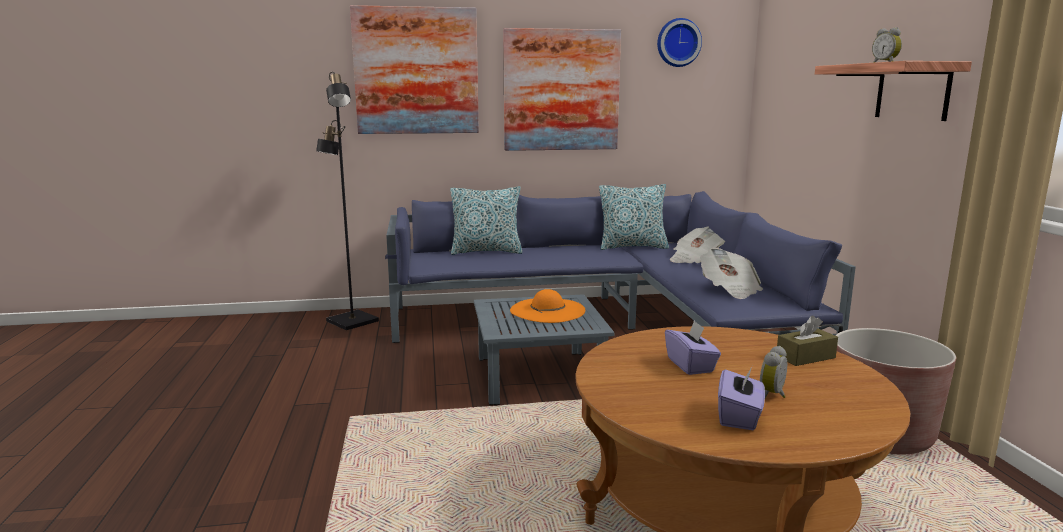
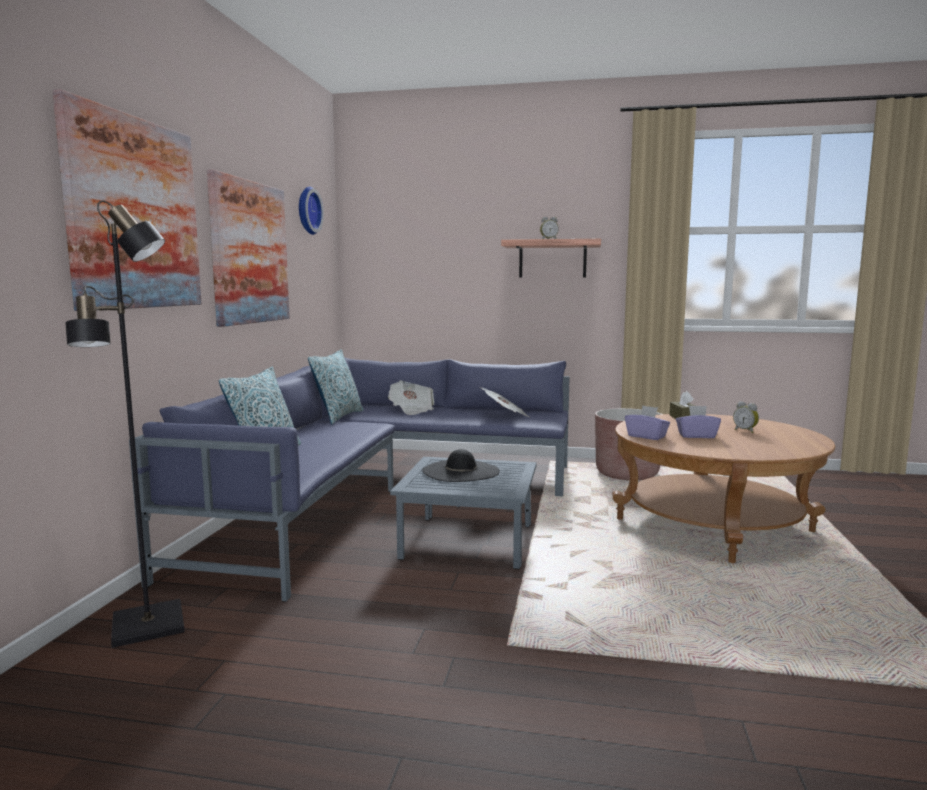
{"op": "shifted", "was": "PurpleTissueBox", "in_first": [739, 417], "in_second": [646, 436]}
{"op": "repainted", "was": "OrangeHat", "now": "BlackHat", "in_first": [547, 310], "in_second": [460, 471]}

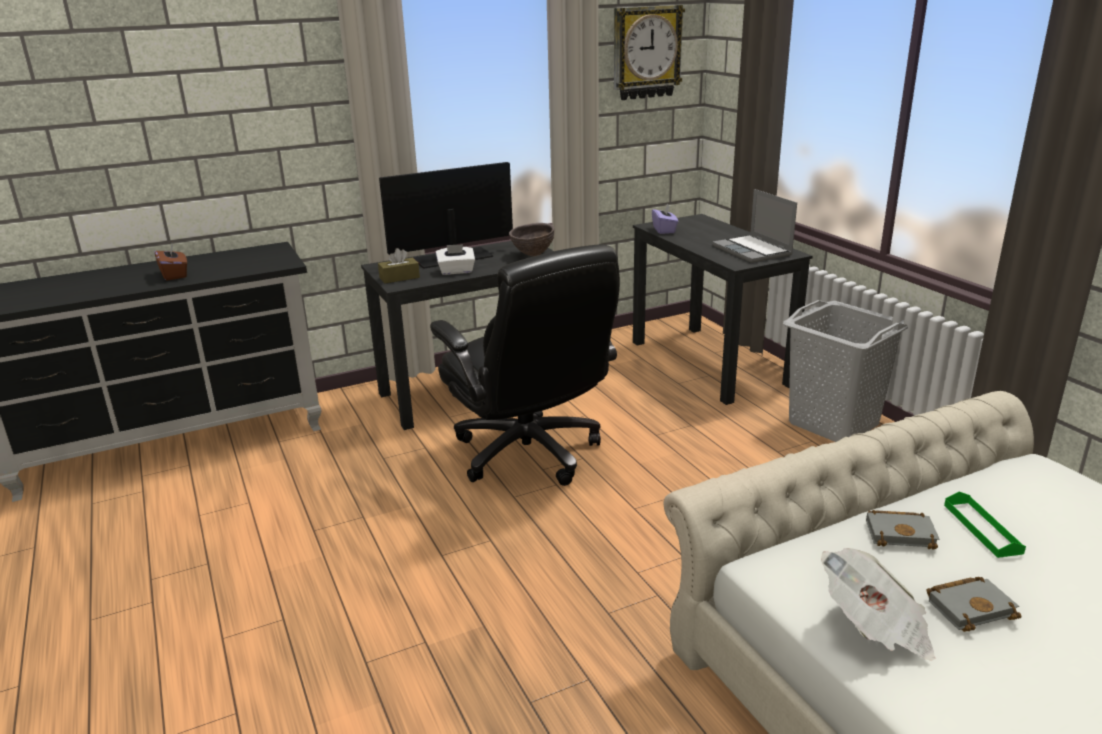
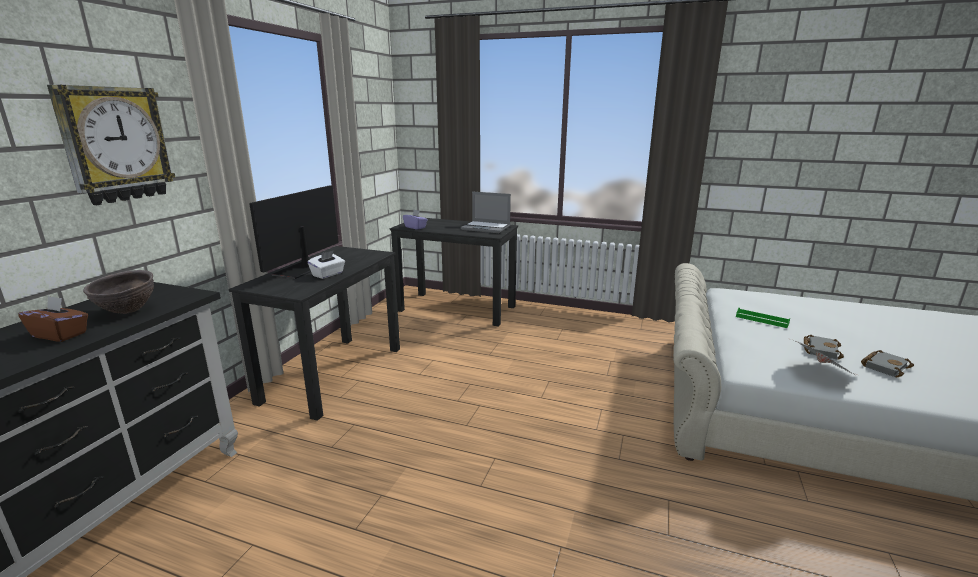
{"op": "gone", "was": "BrownTissueBox", "in_first": [399, 278]}
{"op": "gone", "was": "BlackOfficeChair", "in_first": [529, 457]}
{"op": "gone", "was": "GreyLaundryBasket", "in_first": [833, 423]}
{"op": "shifted", "was": "BrownBowl", "in_first": [533, 255], "in_second": [127, 312]}
{"op": "shifted", "was": "WallClock", "in_first": [646, 52], "in_second": [115, 144]}
{"op": "shifted", "was": "GreyBook", "in_first": [901, 533], "in_second": [884, 366]}

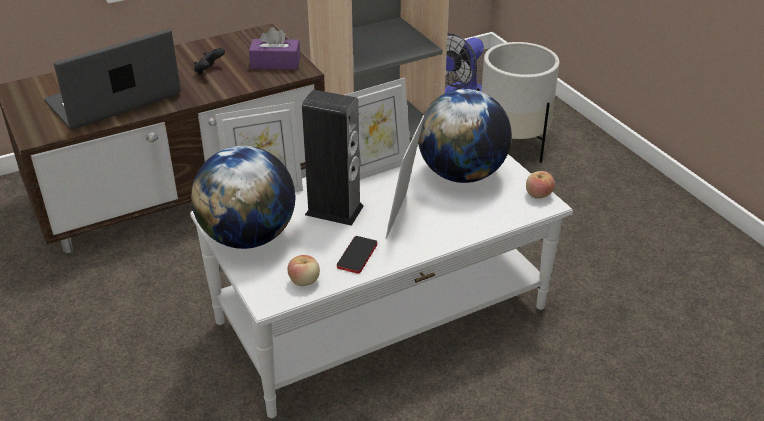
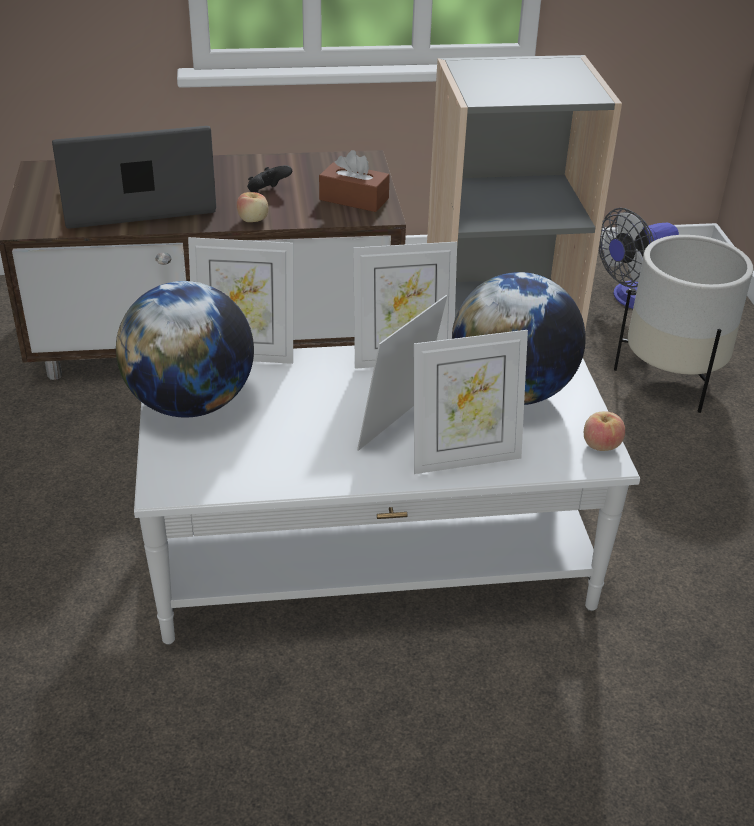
{"op": "gone", "was": "Speaker", "in_first": [334, 210]}
{"op": "gone", "was": "Phone", "in_first": [357, 255]}
{"op": "new", "now": "PictureFrame", "in_second": [464, 458]}
{"op": "shifted", "was": "Apple", "in_first": [304, 281], "in_second": [253, 220]}
{"op": "repainted", "was": "PurpleTissueBox", "now": "BrownTissueBox", "in_first": [275, 63], "in_second": [354, 199]}

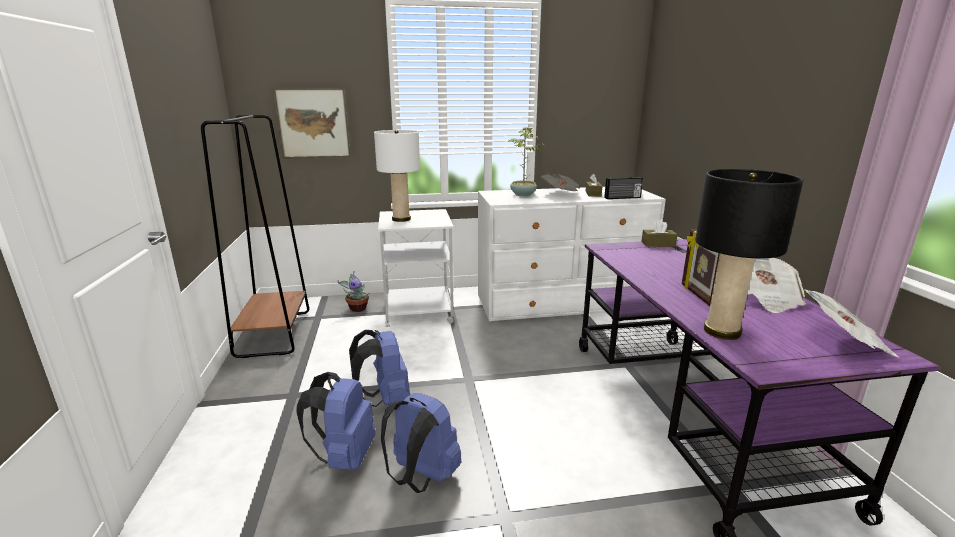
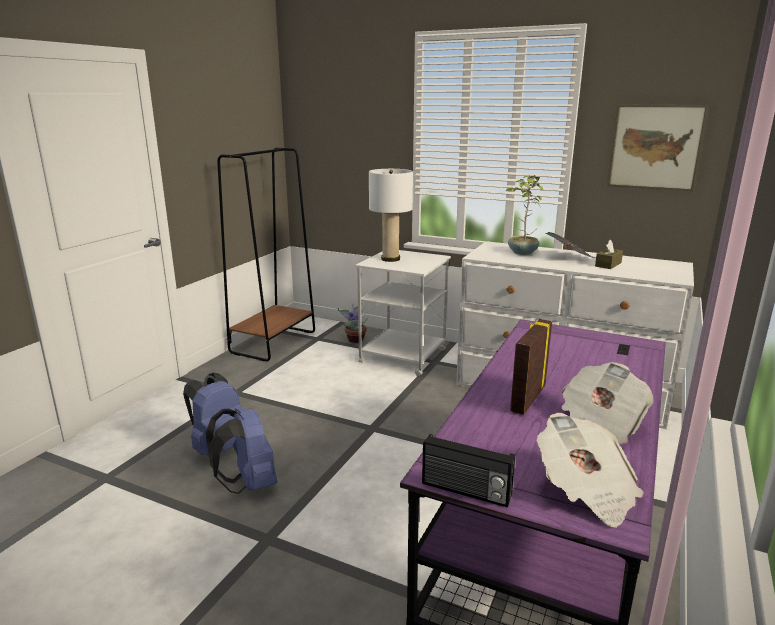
{"op": "gone", "was": "BlueBackpack", "in_first": [385, 399]}
{"op": "gone", "was": "BrownTissueBox", "in_first": [658, 244]}
{"op": "gone", "was": "BlackTableLamp", "in_first": [722, 331]}
{"op": "shifted", "was": "Picture", "in_first": [313, 123], "in_second": [655, 147]}
{"op": "shifted", "was": "Radio", "in_first": [622, 198], "in_second": [465, 491]}

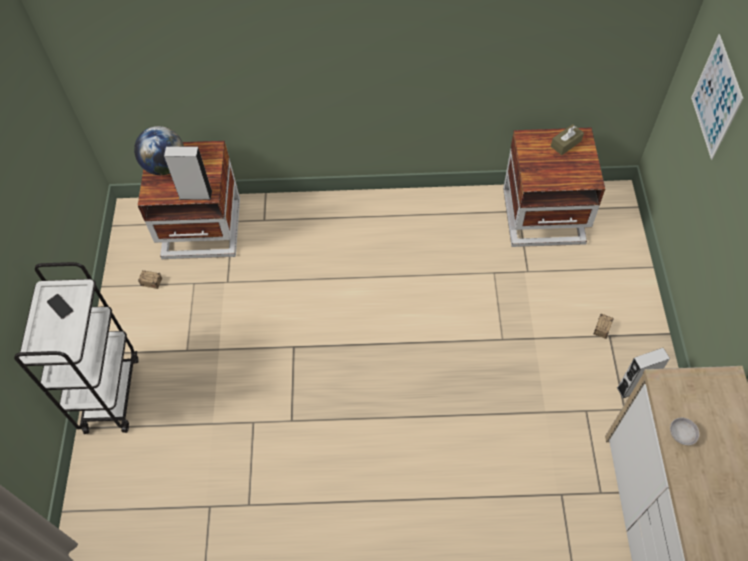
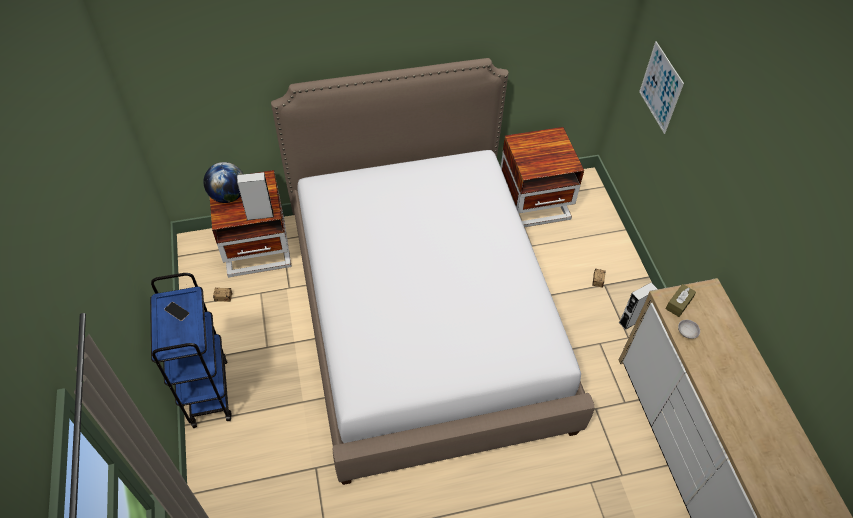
{"op": "new", "now": "Bed", "in_second": [424, 317]}
{"op": "shifted", "was": "BrownTissueBox", "in_first": [566, 143], "in_second": [678, 303]}
{"op": "repainted", "was": "WhiteCart", "now": "BlueCart", "in_first": [110, 394], "in_second": [208, 392]}

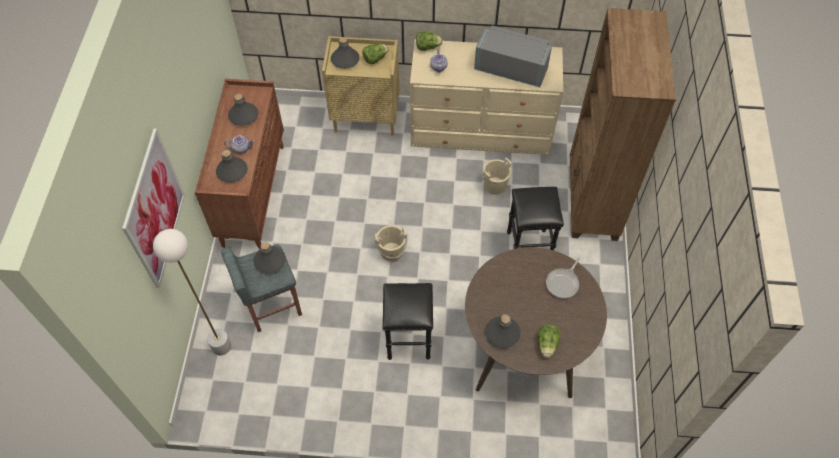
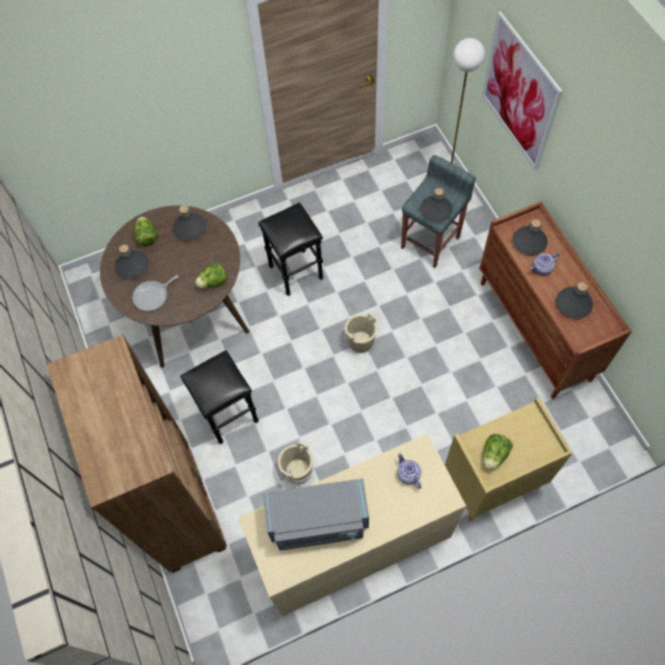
{"op": "shifted", "was": "GreyBottle", "in_first": [345, 60], "in_second": [132, 266]}
{"op": "shifted", "was": "Lettuce", "in_first": [427, 47], "in_second": [213, 282]}
{"op": "rotated", "was": "FryingPan", "in_first": [563, 283], "in_second": [152, 296], "clockwise": -135}

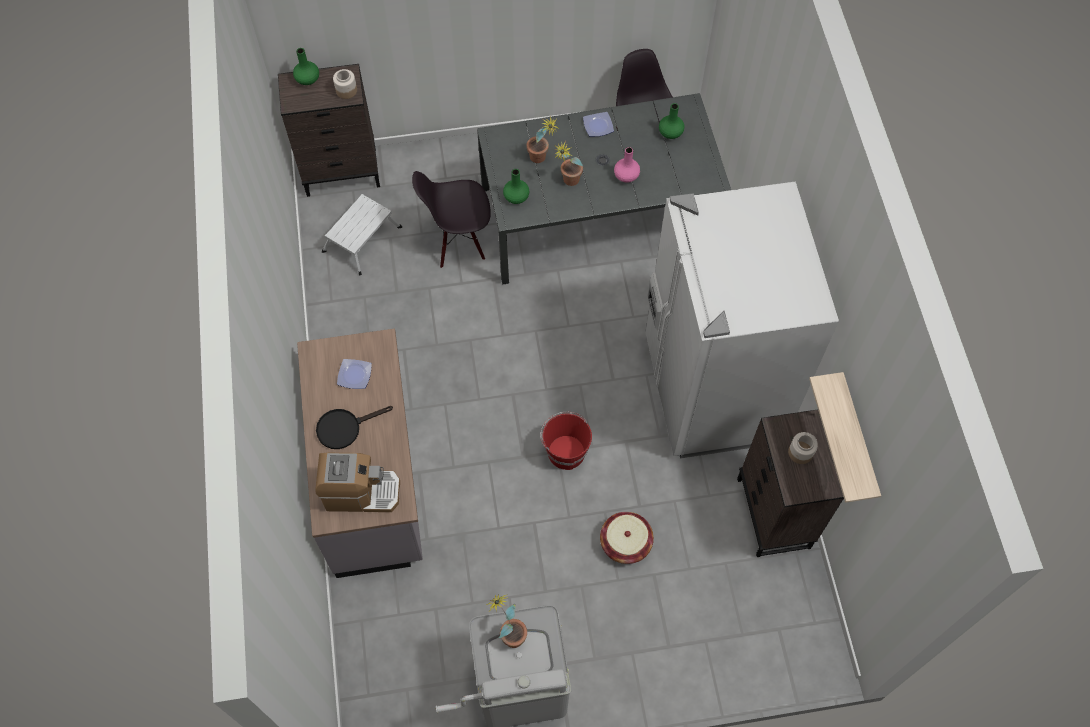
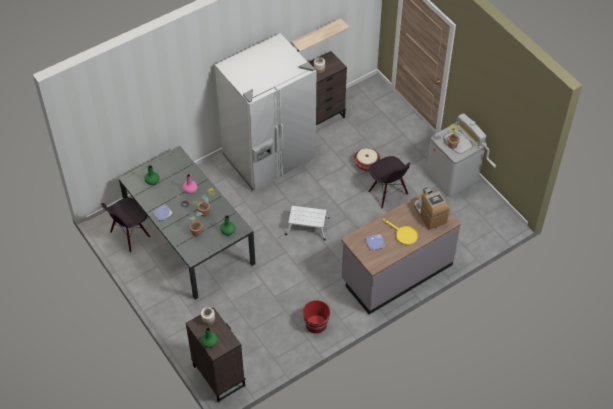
{"op": "shifted", "was": "WhiteStepLadder", "in_first": [362, 239], "in_second": [307, 226]}
{"op": "shifted", "was": "BlackChair", "in_first": [458, 241], "in_second": [387, 193]}
{"op": "shifted", "was": "RedBucket", "in_first": [565, 451], "in_second": [316, 324]}
{"op": "repainted", "was": "BlackFryingPan", "now": "YellowFryingPan", "in_first": [344, 427], "in_second": [403, 234]}

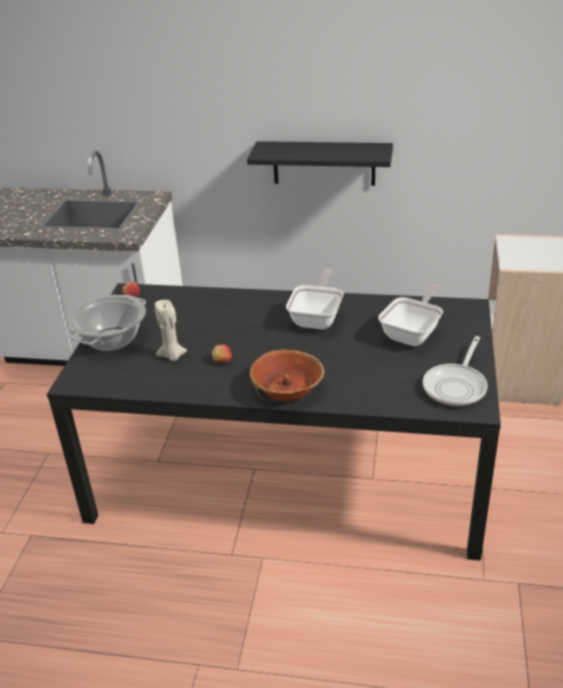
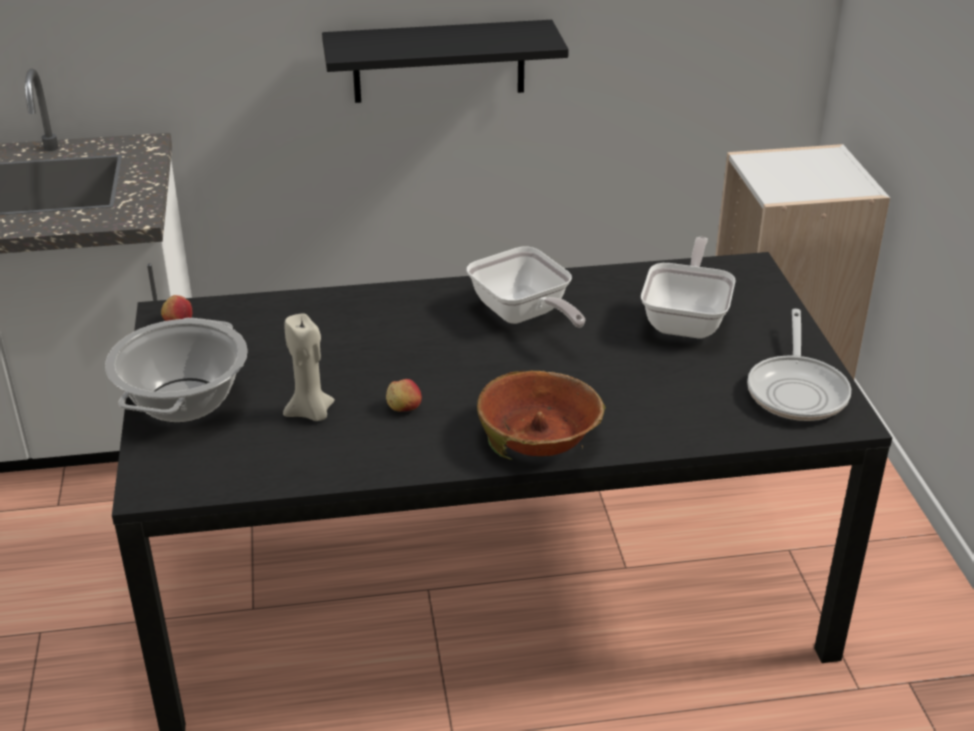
{"op": "rotated", "was": "FryingPan", "in_first": [317, 318], "in_second": [523, 315], "clockwise": 150}

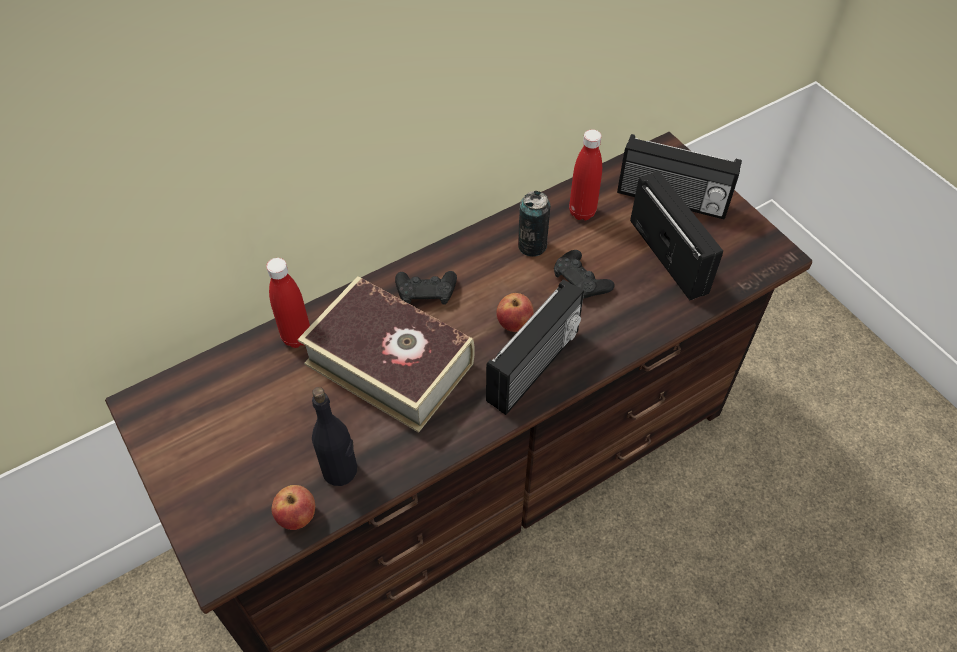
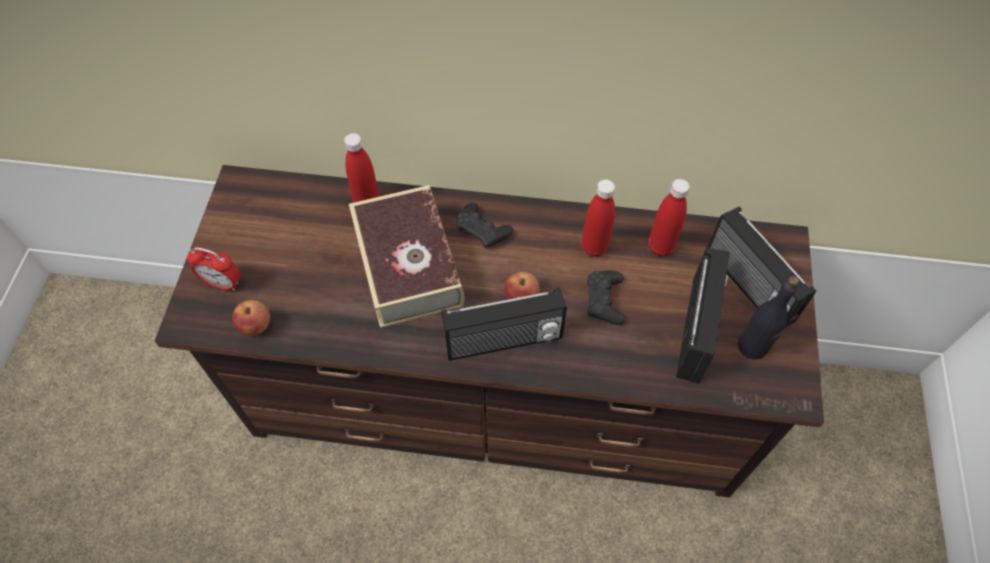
{"op": "new", "now": "AlarmClock", "in_second": [223, 283]}
{"op": "shifted", "was": "BlackBottle", "in_first": [340, 470], "in_second": [753, 346]}
{"op": "swapped", "was": "Can", "now": "RedBottle", "in_first": [532, 245], "in_second": [594, 247]}

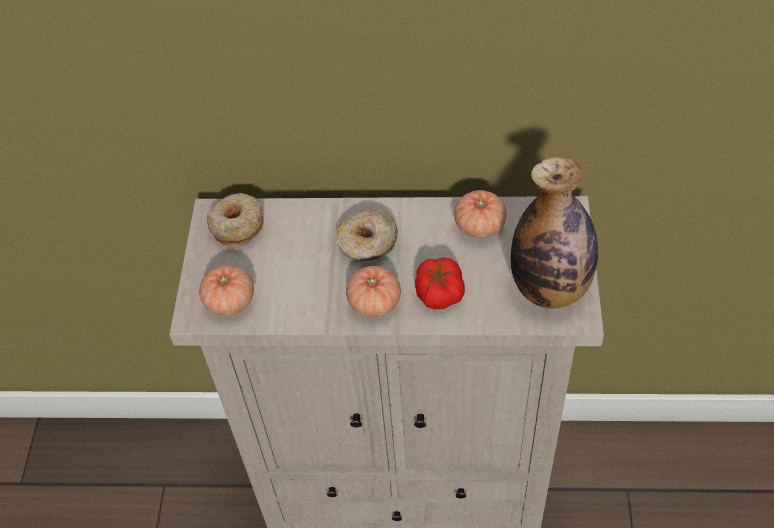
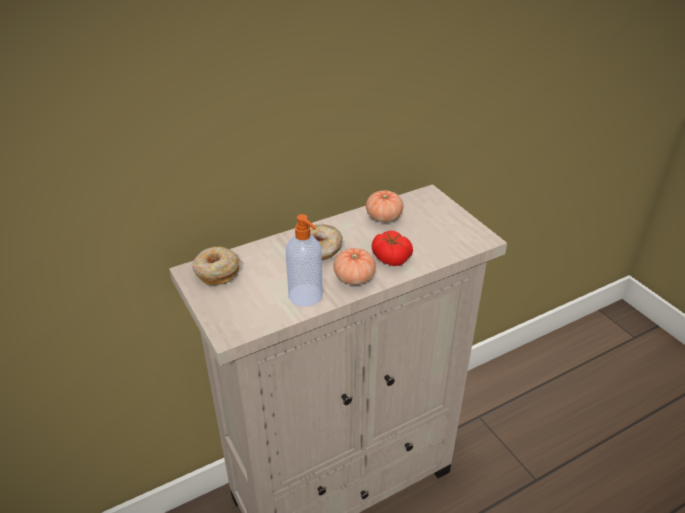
{"op": "gone", "was": "Tomato", "in_first": [230, 301]}
{"op": "gone", "was": "Bottle", "in_first": [550, 288]}
{"op": "new", "now": "SoapDispenser", "in_second": [306, 296]}

